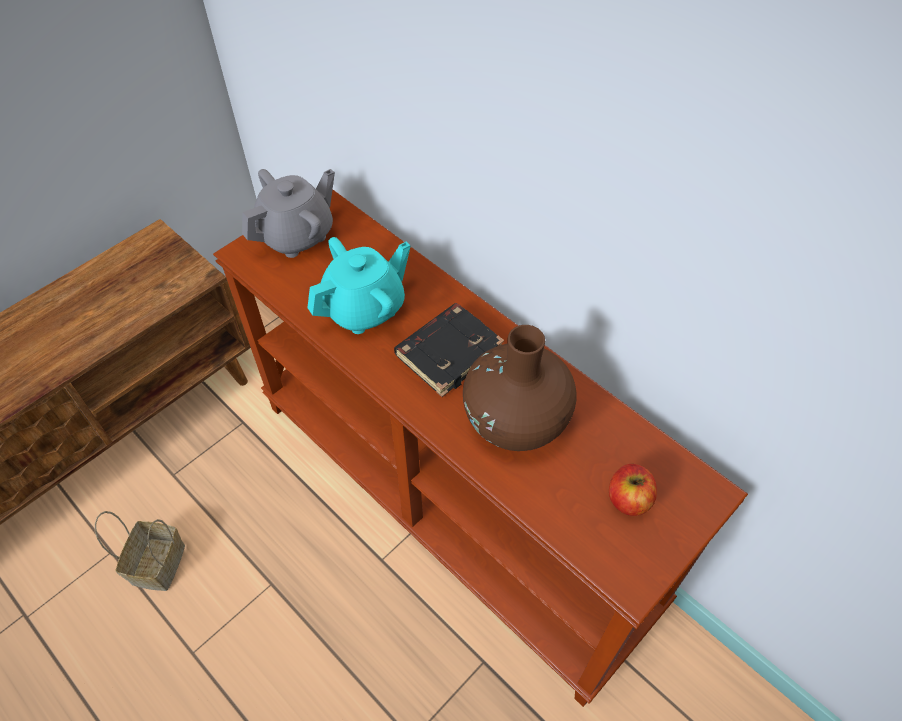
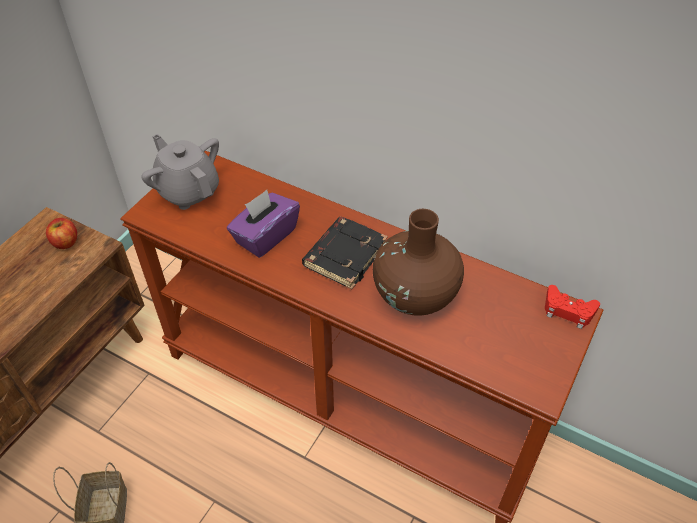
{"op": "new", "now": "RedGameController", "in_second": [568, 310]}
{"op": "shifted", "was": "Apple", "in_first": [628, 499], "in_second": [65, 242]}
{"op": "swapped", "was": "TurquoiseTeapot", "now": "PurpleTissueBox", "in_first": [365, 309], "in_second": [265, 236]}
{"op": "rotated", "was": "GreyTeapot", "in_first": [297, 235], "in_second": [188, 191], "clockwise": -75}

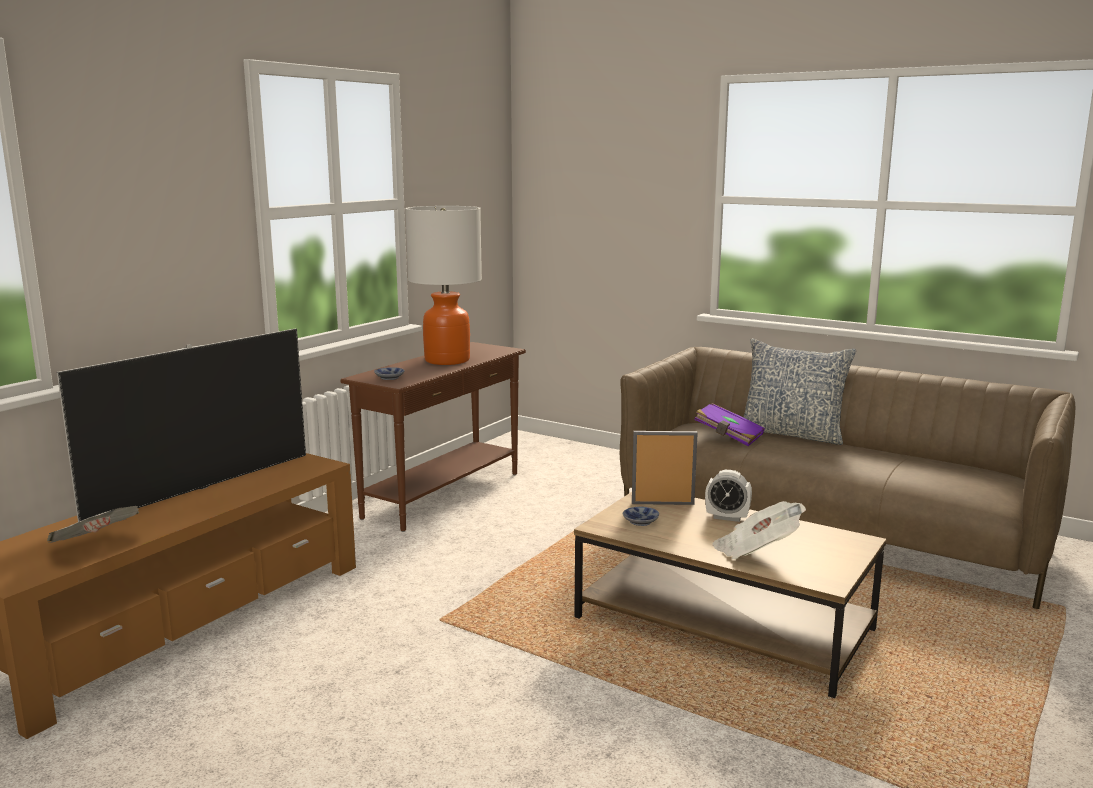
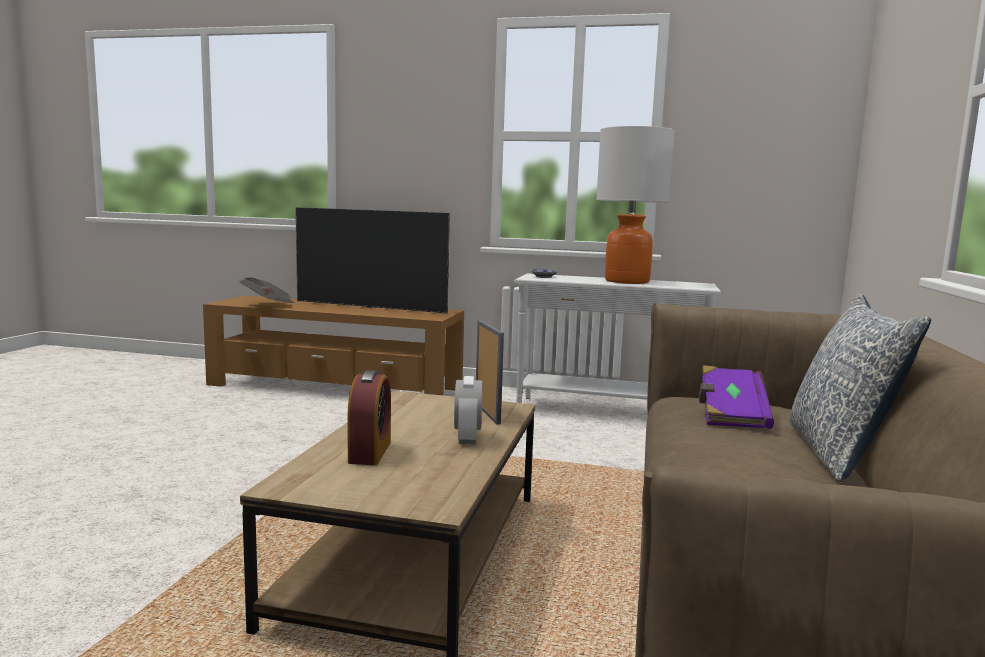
{"op": "gone", "was": "Bowl", "in_first": [641, 521]}
{"op": "swapped", "was": "Newspaper", "now": "AlarmClock", "in_first": [756, 551], "in_second": [370, 452]}
{"op": "repainted", "was": "BrownConsoleTable", "now": "WhiteConsoleTable", "in_first": [442, 495], "in_second": [609, 412]}

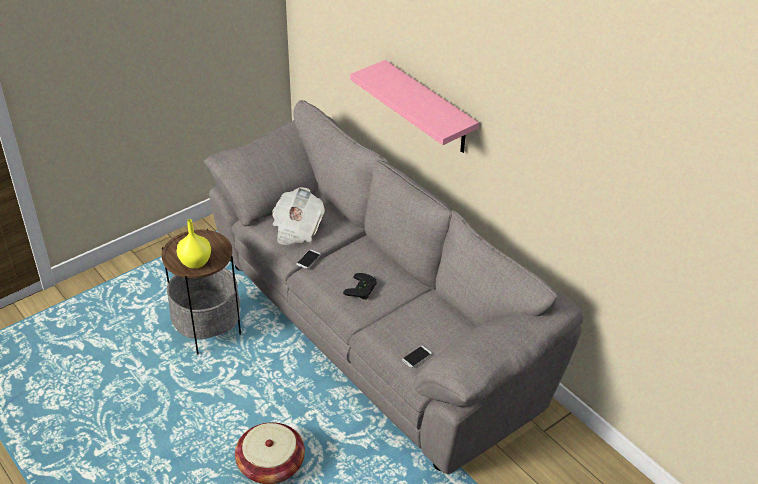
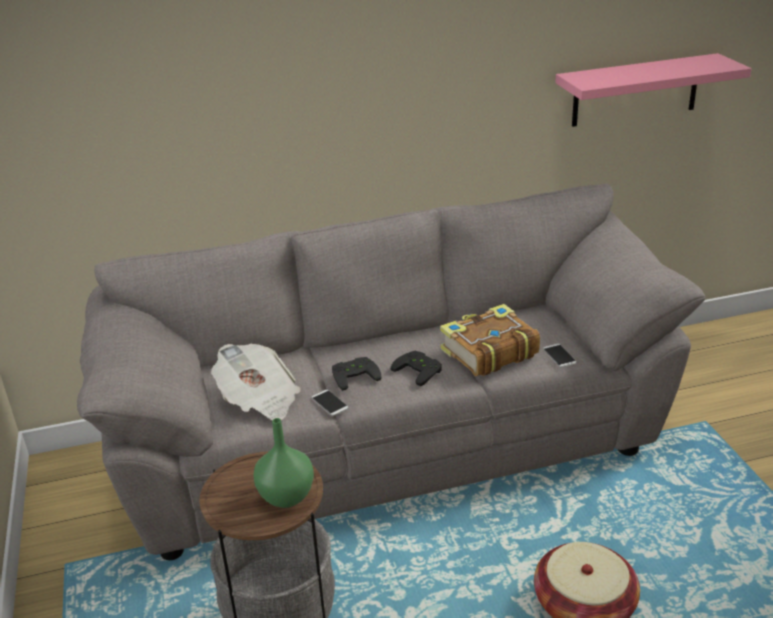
{"op": "new", "now": "BlackGameController", "in_second": [354, 375]}
{"op": "new", "now": "Book", "in_second": [488, 352]}
{"op": "shifted", "was": "PinkShelf", "in_first": [429, 108], "in_second": [635, 90]}
{"op": "repainted", "was": "YellowVase", "now": "GreenVase", "in_first": [194, 262], "in_second": [286, 497]}

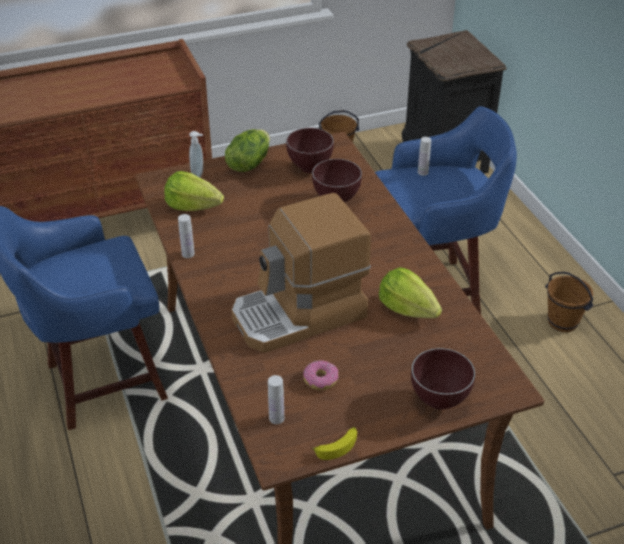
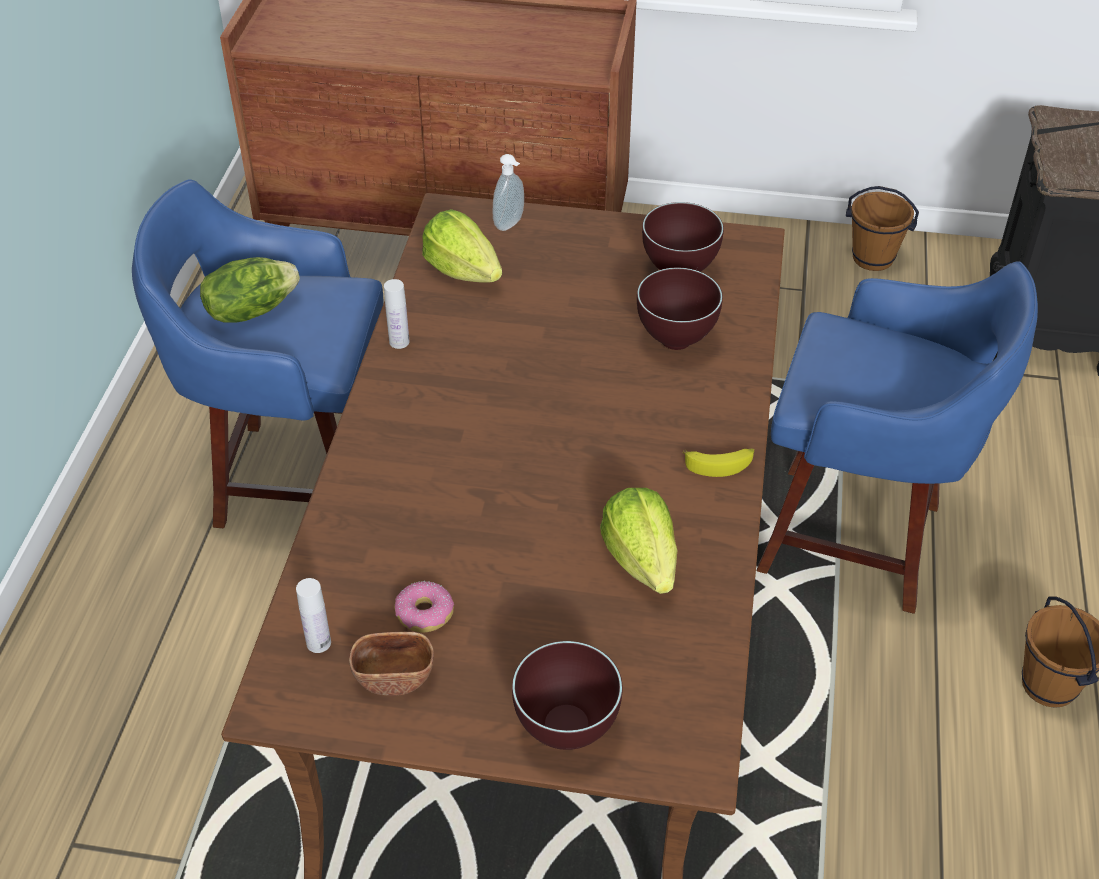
{"op": "gone", "was": "CoffeeMachine", "in_first": [299, 315]}
{"op": "gone", "was": "WhiteBottle", "in_first": [423, 172]}
{"op": "new", "now": "BrownBowl", "in_second": [394, 676]}
{"op": "shifted", "was": "Lettuce", "in_first": [248, 163], "in_second": [251, 310]}
{"op": "shifted", "was": "Banana", "in_first": [337, 446], "in_second": [720, 464]}

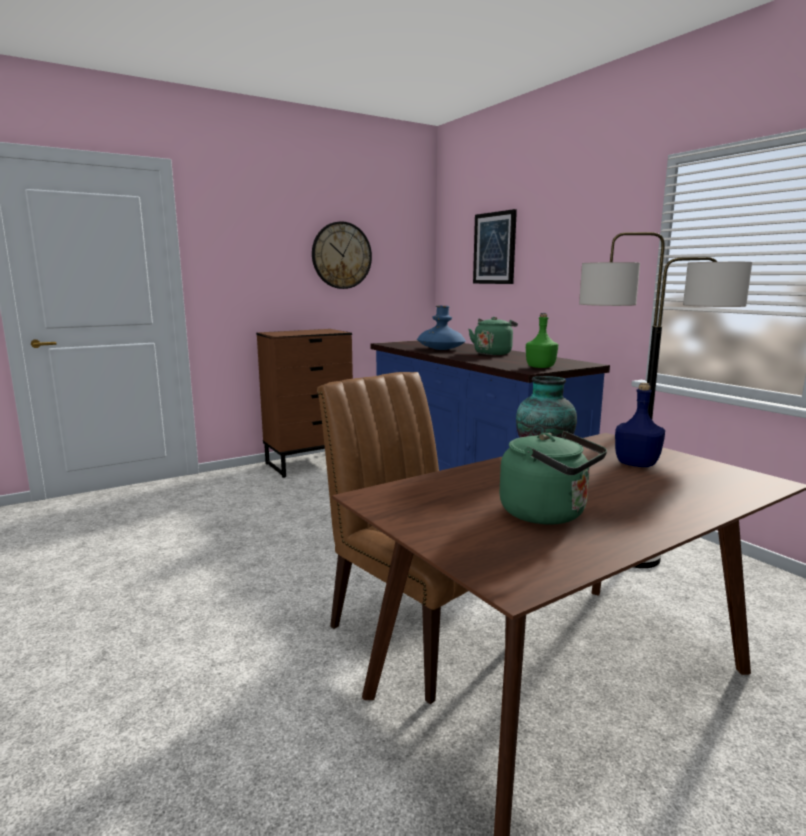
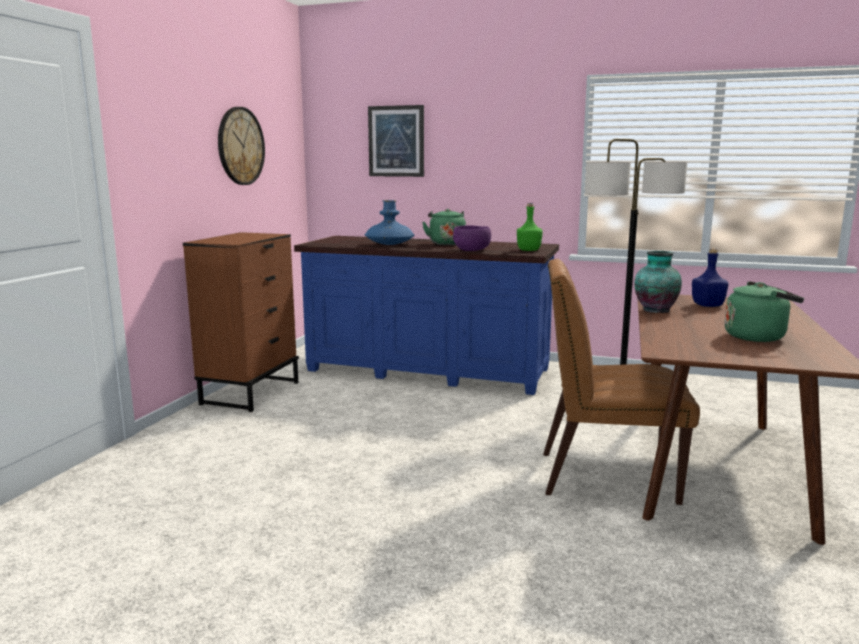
{"op": "new", "now": "PurpleBowl", "in_second": [472, 250]}

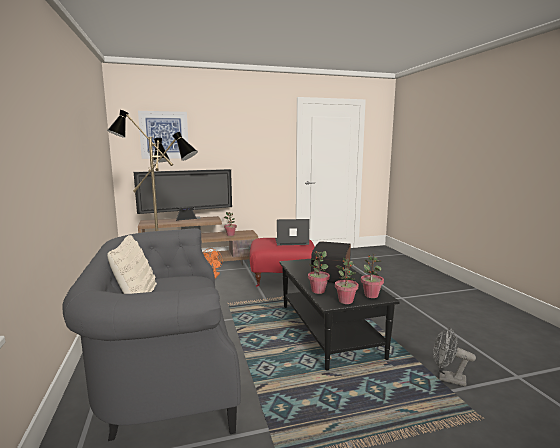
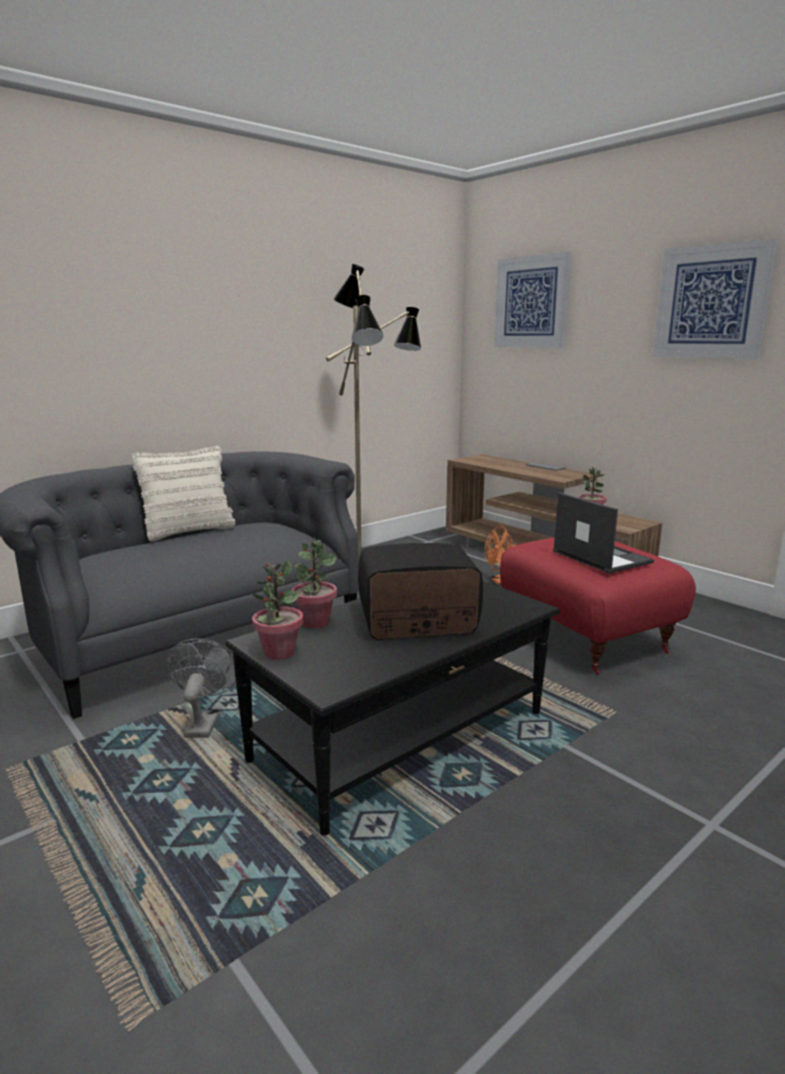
{"op": "gone", "was": "Television", "in_first": [187, 219]}
{"op": "gone", "was": "PottedPlant", "in_first": [371, 295]}
{"op": "new", "now": "Picture", "in_second": [711, 302]}
{"op": "shifted", "was": "GreyFan", "in_first": [447, 378], "in_second": [203, 722]}

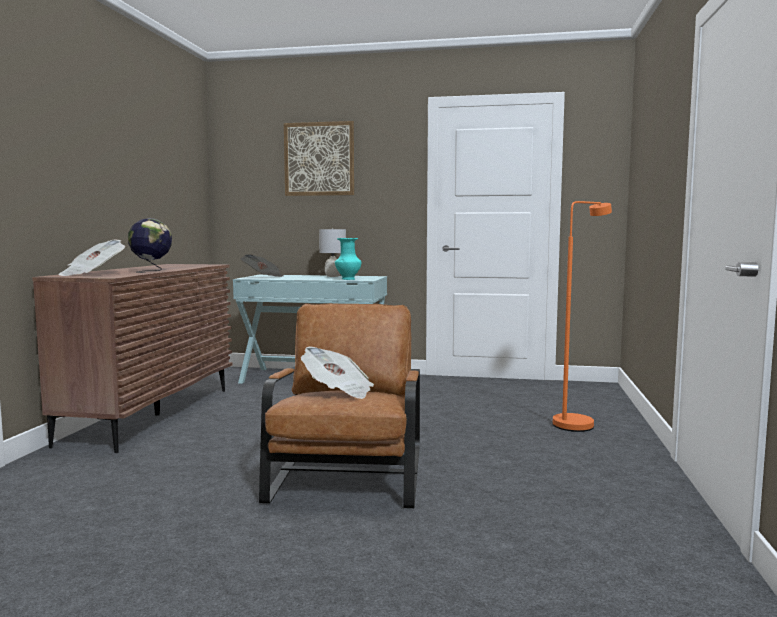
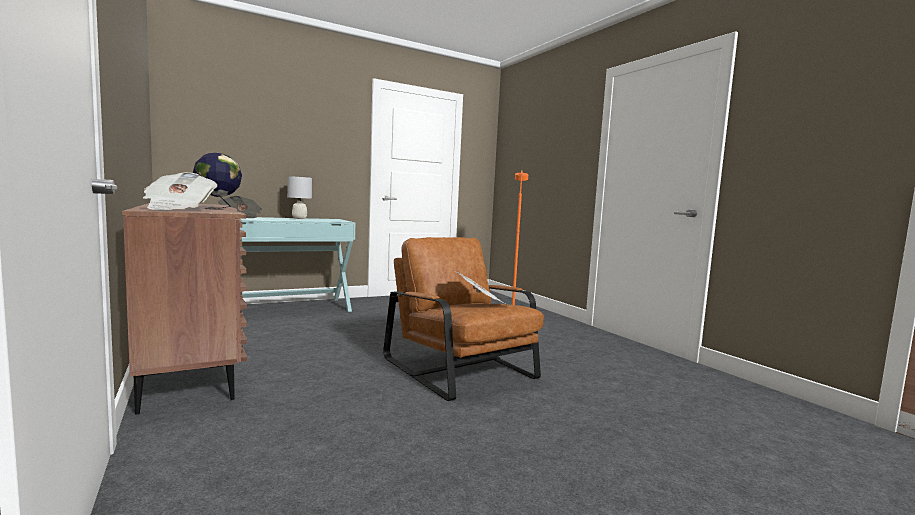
{"op": "gone", "was": "Picture", "in_first": [319, 158]}
{"op": "gone", "was": "TurquoiseVase", "in_first": [348, 279]}

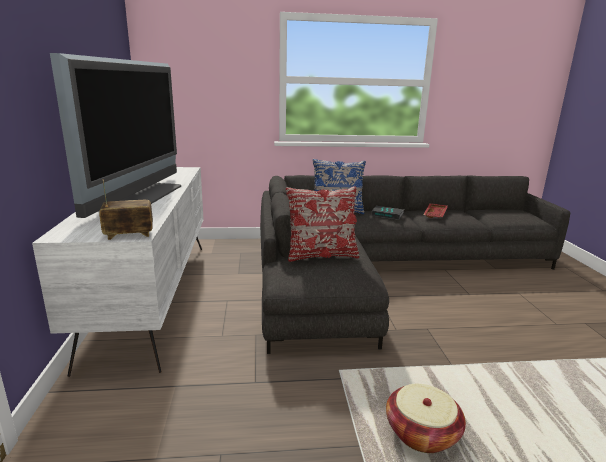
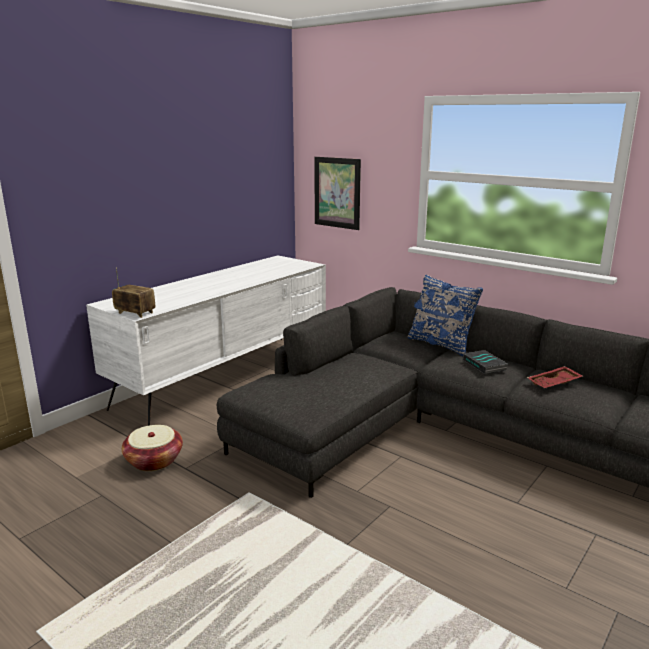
{"op": "gone", "was": "Television", "in_first": [140, 196]}
{"op": "gone", "was": "RedPillow", "in_first": [321, 256]}
{"op": "new", "now": "Picture", "in_second": [337, 192]}
{"op": "shifted", "was": "Basket", "in_first": [421, 433], "in_second": [154, 460]}

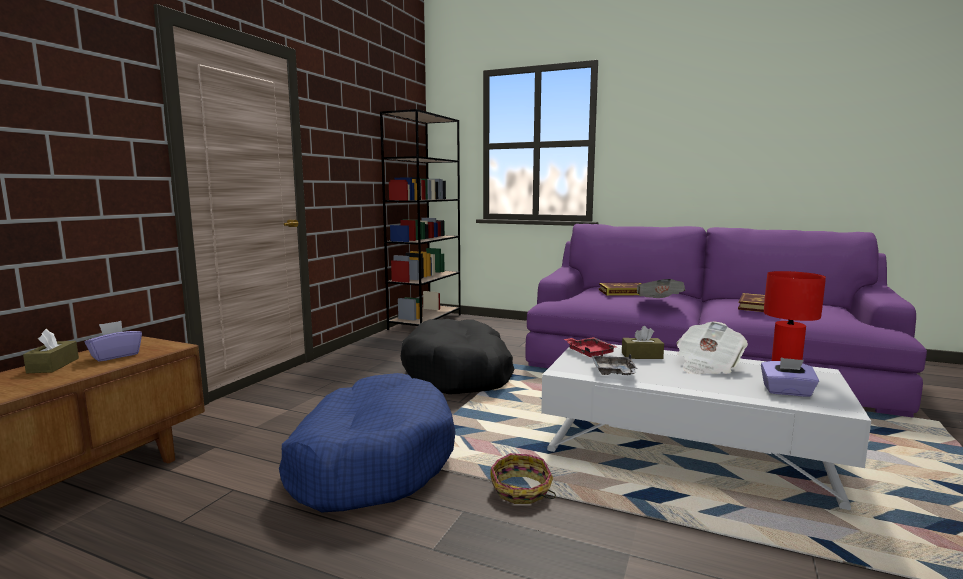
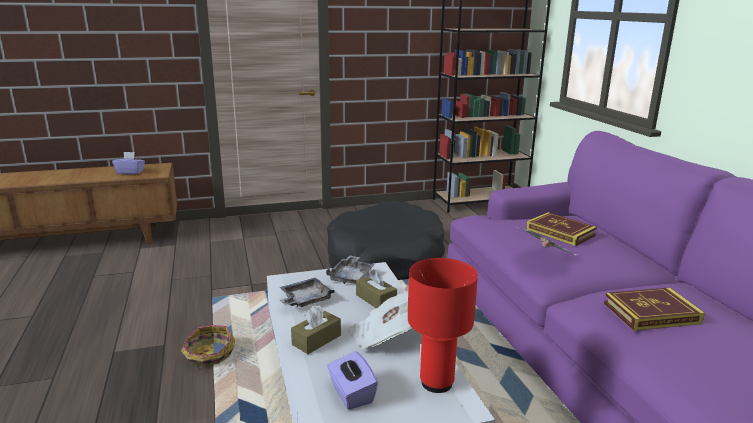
{"op": "gone", "was": "BlueDogBed", "in_first": [371, 461]}
{"op": "shifted", "was": "BrownTissueBox", "in_first": [53, 365], "in_second": [316, 340]}
{"op": "repainted", "was": "RedTray", "now": "GreyTray", "in_first": [589, 352], "in_second": [351, 276]}

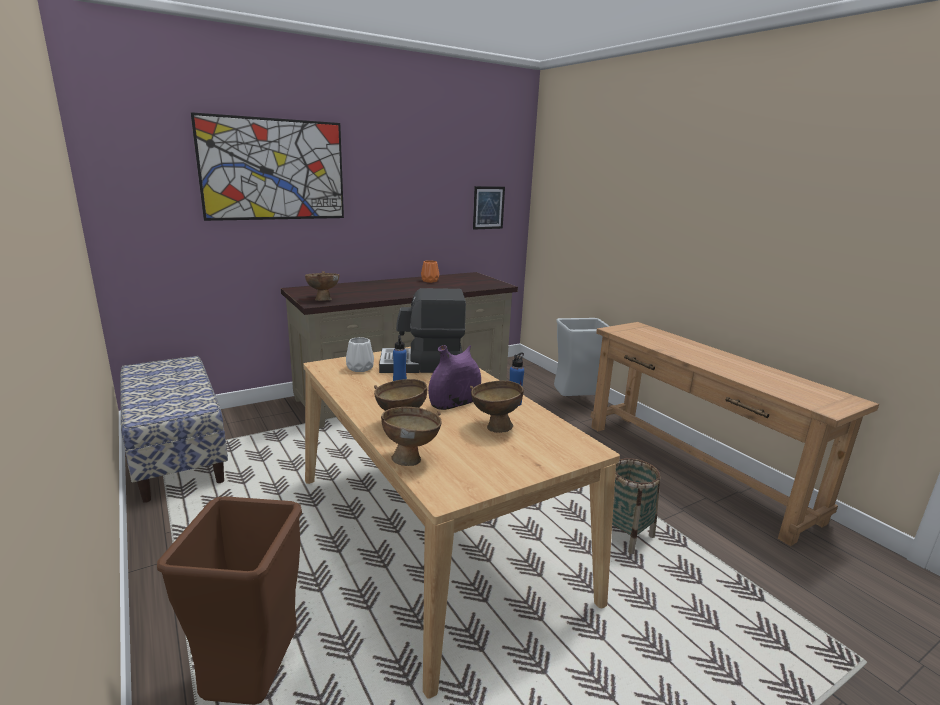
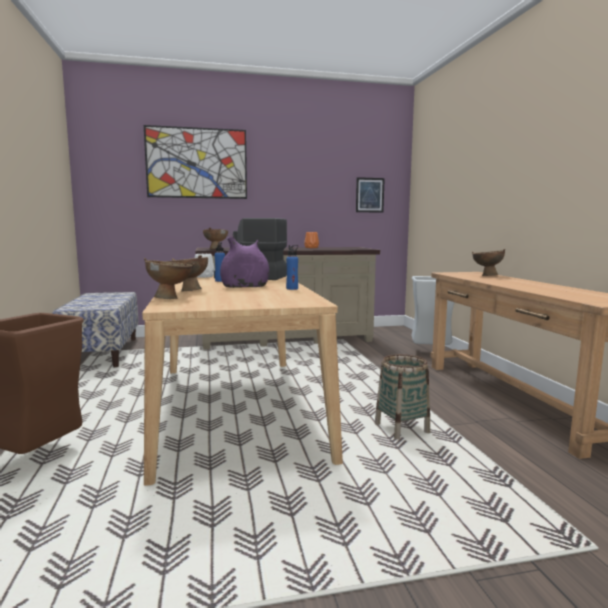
{"op": "shifted", "was": "BrownBowl", "in_first": [494, 426], "in_second": [486, 275]}

